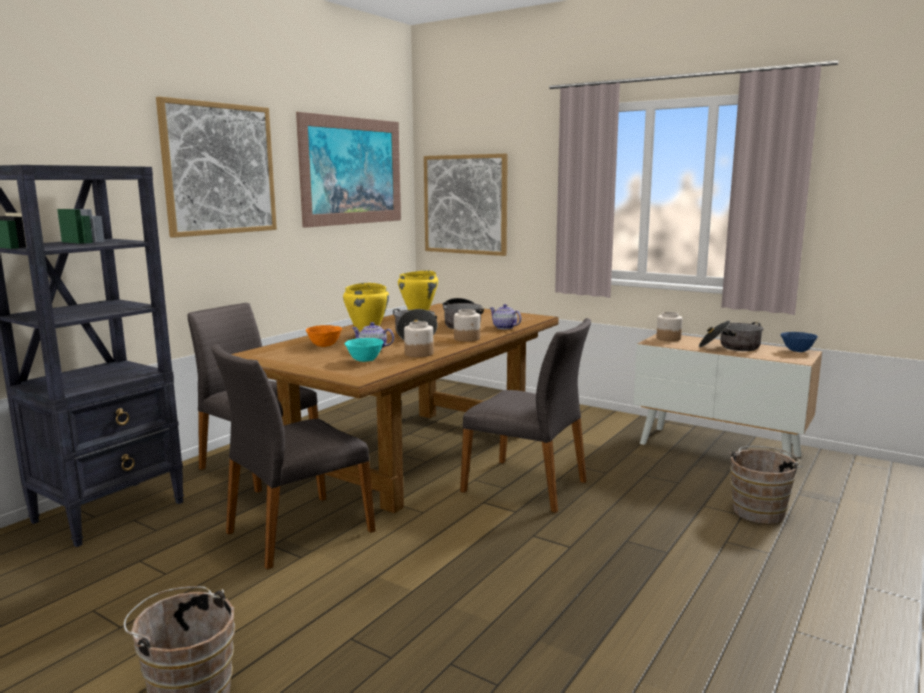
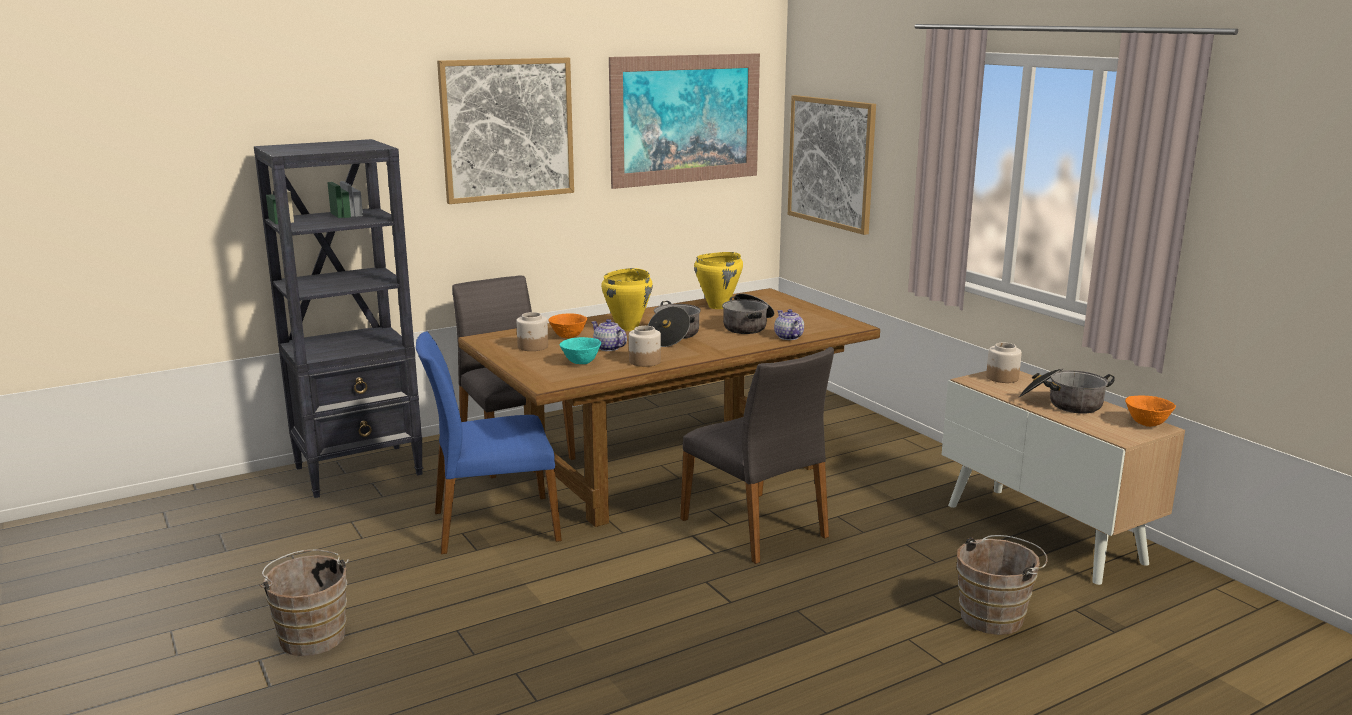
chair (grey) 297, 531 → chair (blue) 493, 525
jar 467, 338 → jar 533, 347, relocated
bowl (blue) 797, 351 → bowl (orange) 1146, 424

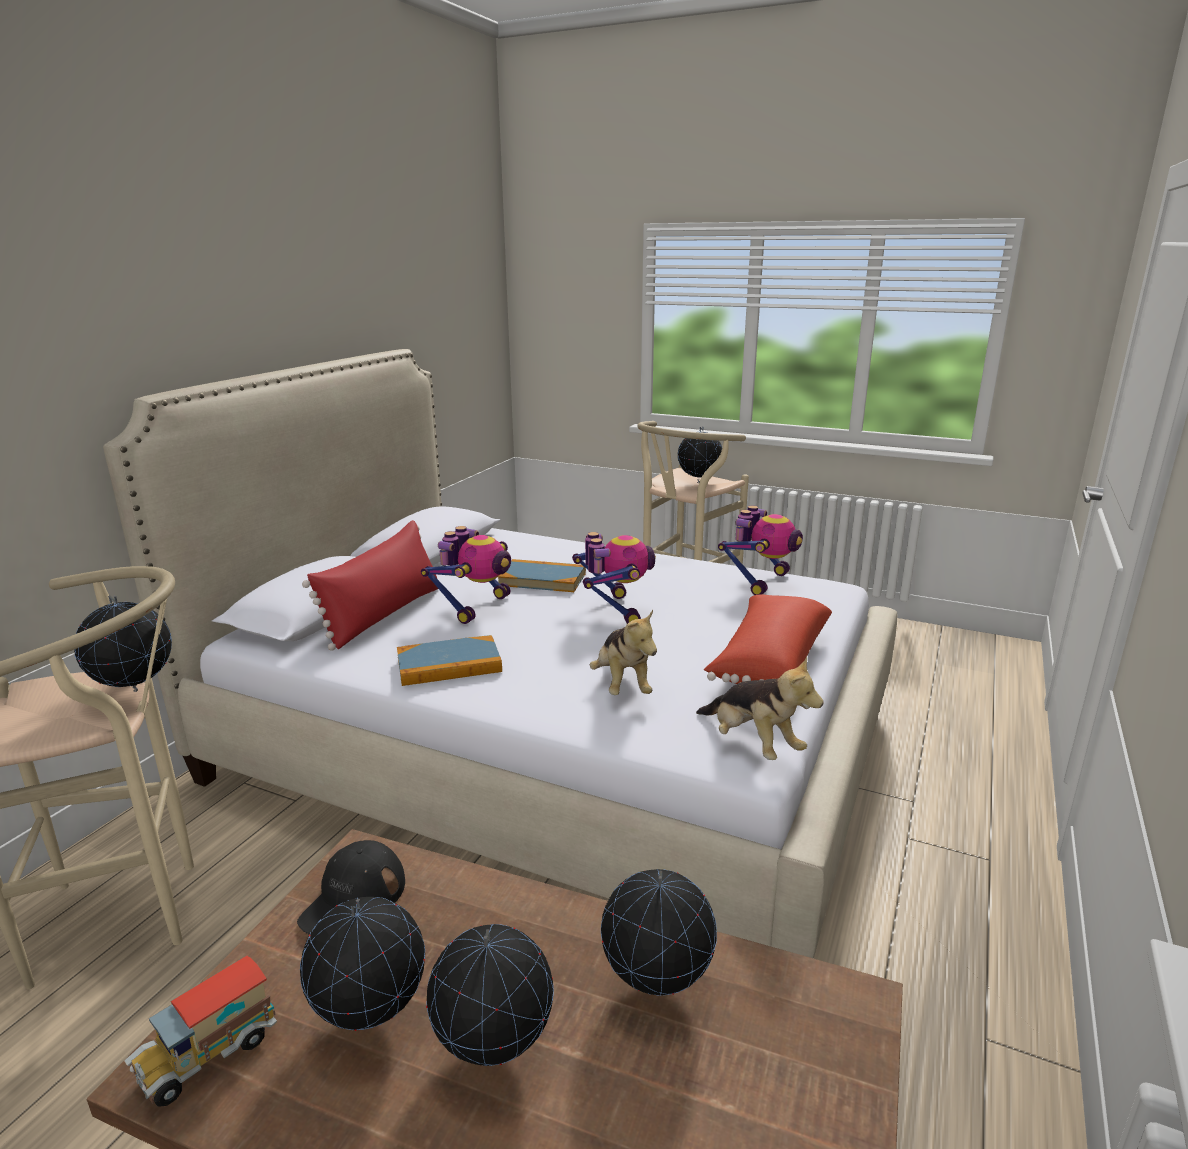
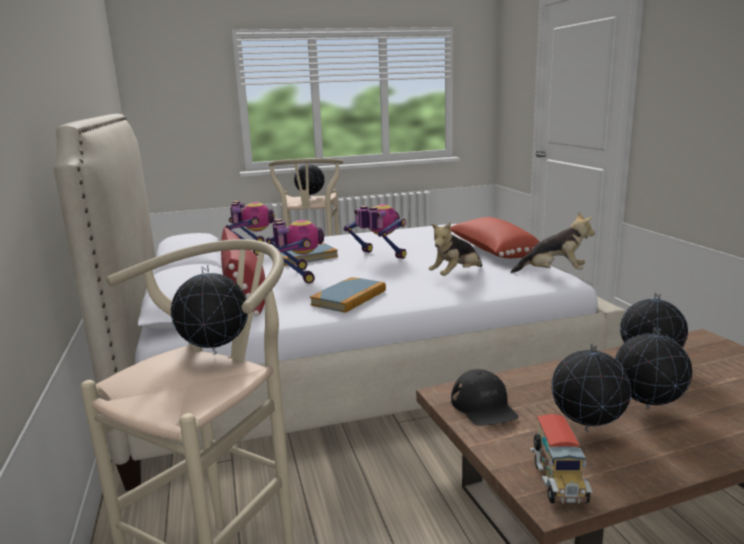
plush toy 622, 685 → plush toy 456, 275, 105 degrees clockwise
toy robot 760, 582 → toy robot 252, 250, relocated

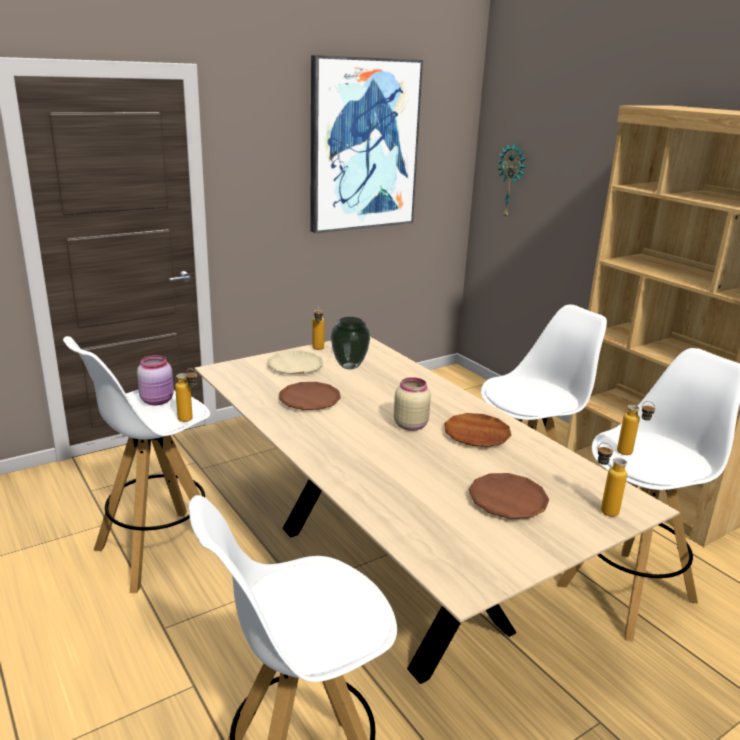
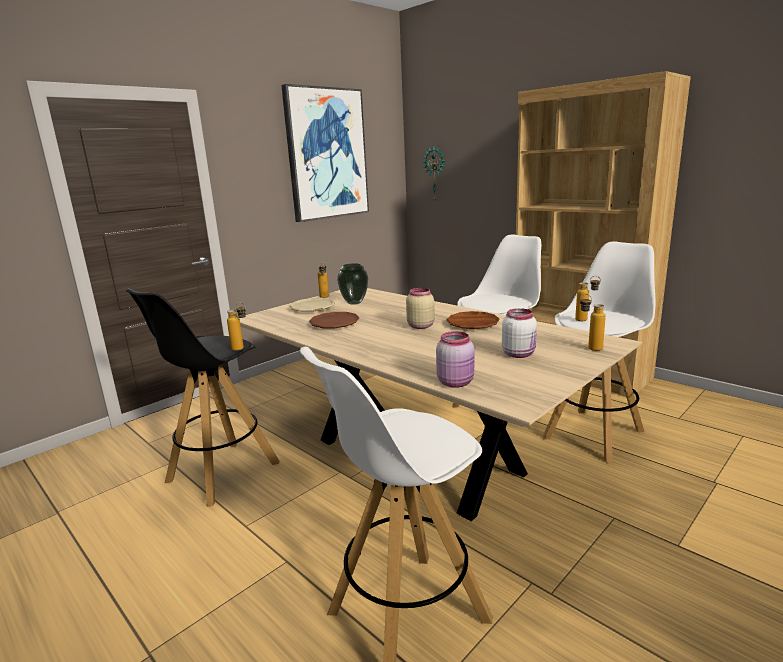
stool (white) 158, 550 → stool (black) 221, 472
jar (pink) 158, 400 → jar (pink) 456, 382, relocated
plate (brown) 507, 501 → jar (white) 519, 354

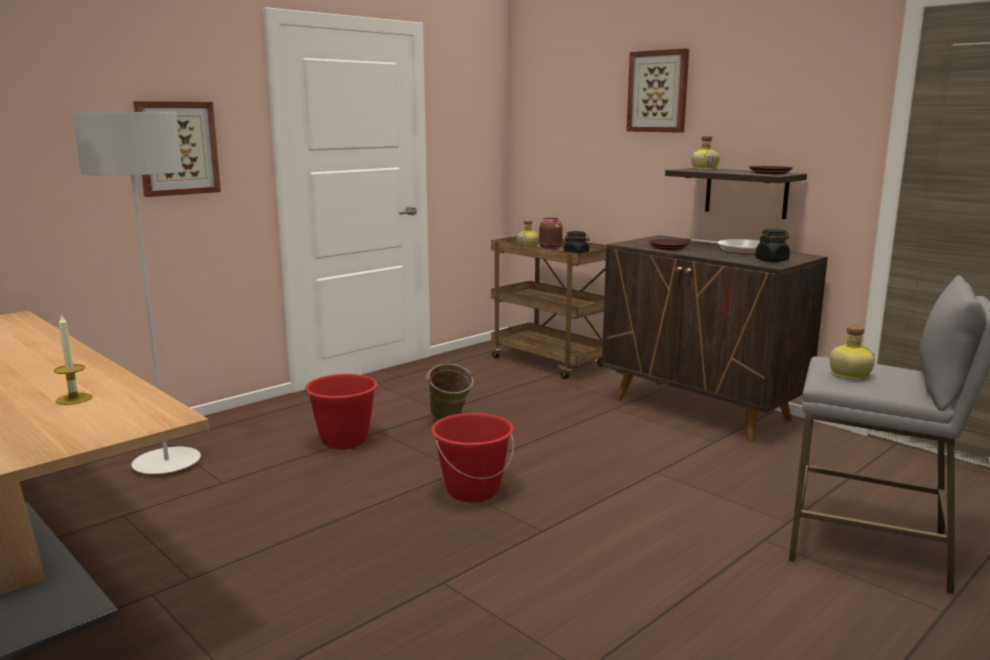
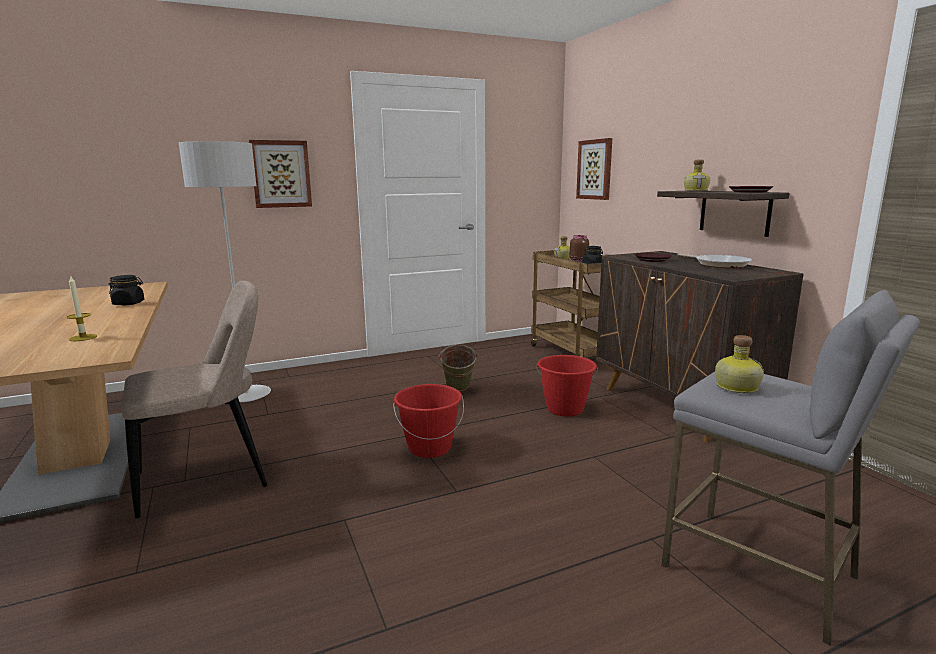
bucket (red) 344, 441 → bucket (red) 565, 409, relocated
picture 658, 91 → picture 595, 169, relocated
jar (black) 771, 260 → jar (black) 129, 303, relocated
- → chair (beige) 209, 478

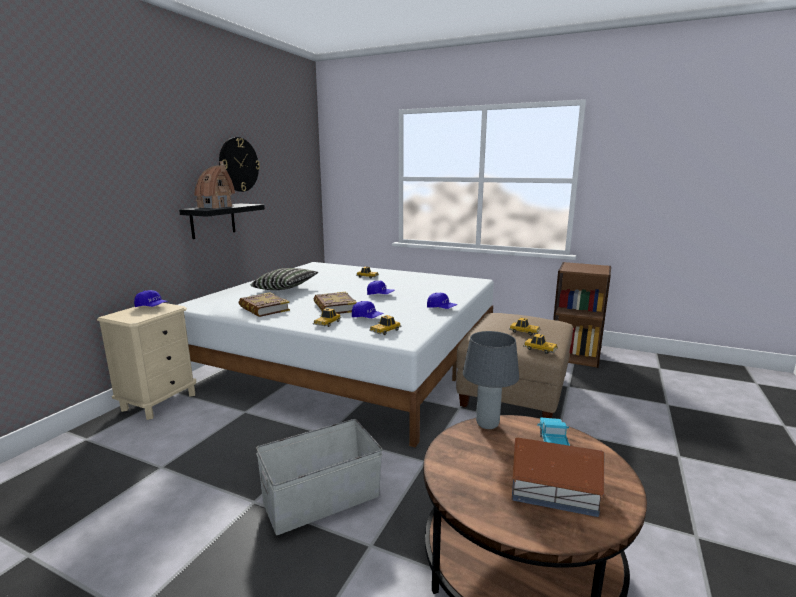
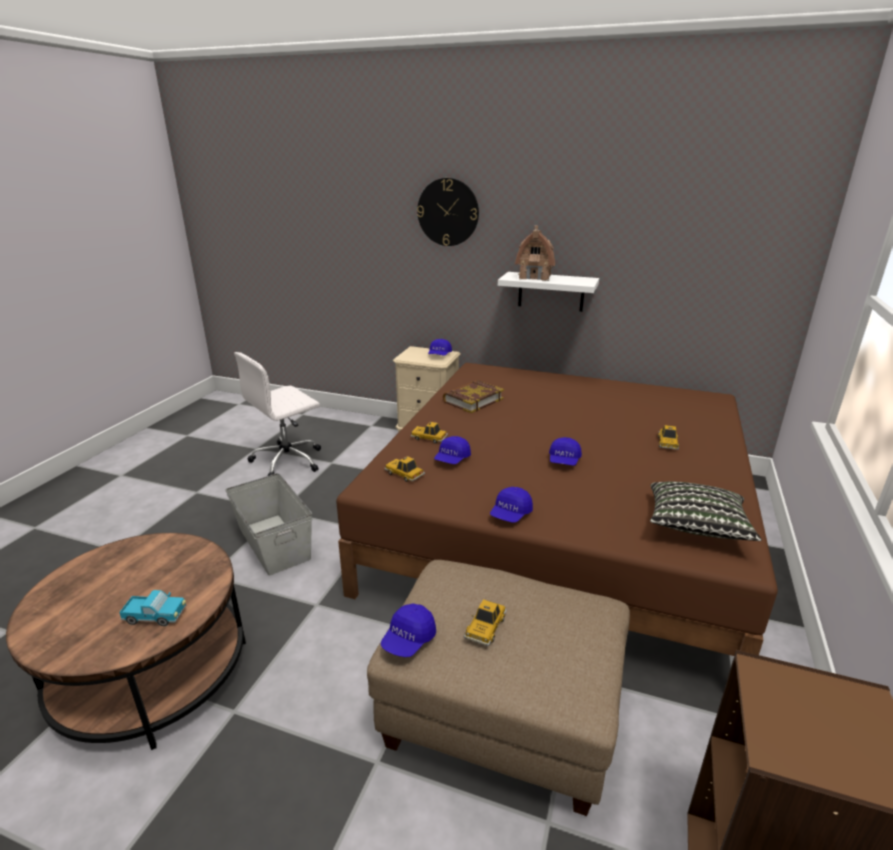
bed (white) 349, 359 → bed (brown) 560, 524
shelf (black) 213, 220 → shelf (white) 551, 291
wall clock 238, 164 → wall clock 448, 212, relocated
pillow 285, 289 → pillow 695, 527, relocated
book 334, 307 → -
table lamp (grey) 488, 424 → -
toy house 552, 490 → -
toy car 540, 349 → cap (blue) 408, 640
- → office chair (white) 288, 460

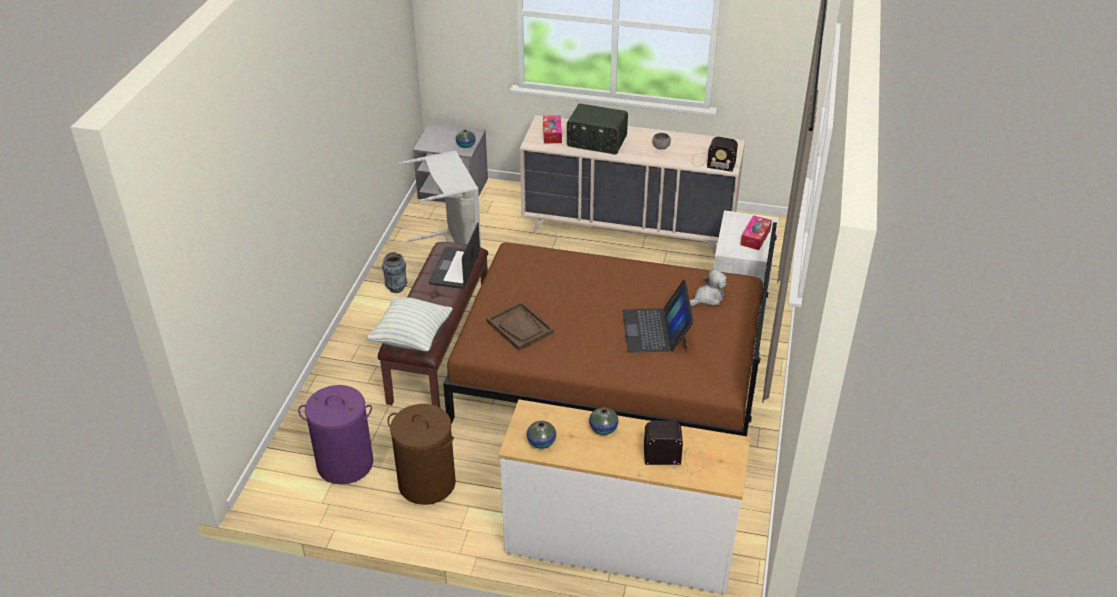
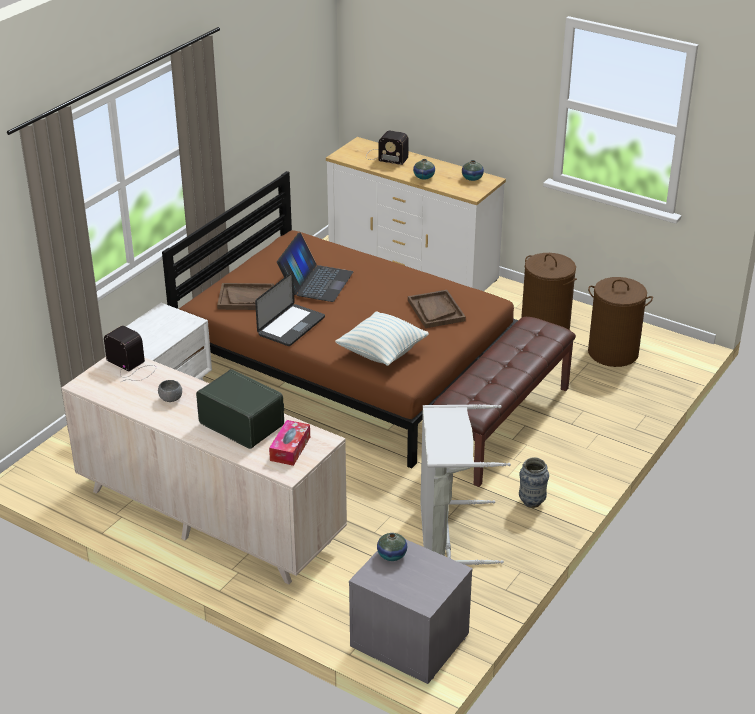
laundry basket (purple) 344, 464 → laundry basket (brown) 613, 353
pillow 412, 337 → pillow 382, 353, relocated
laptop 455, 269 → laptop 291, 326, relocated
plush toy 707, 298 → tray (brown) 246, 298
tissue box 755, 237 → -

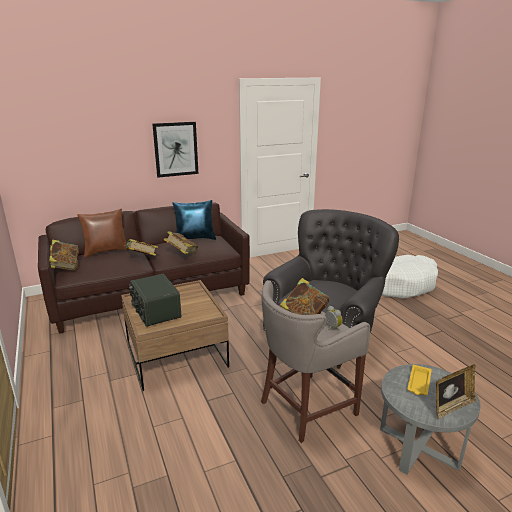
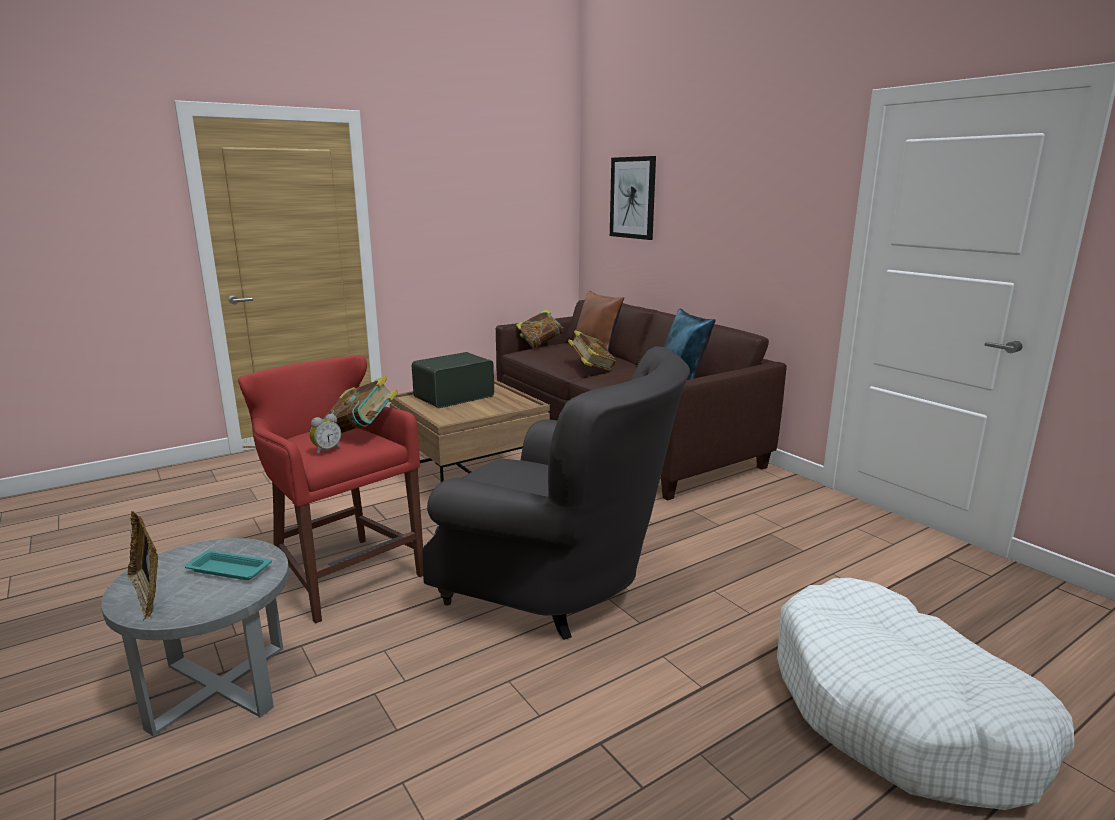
picture 176, 149 → picture 633, 198, relocated
book 182, 254 → -
stool (grey) 305, 408 → stool (red) 343, 573
tray (yellow) 419, 383 → tray (turquoise) 227, 570

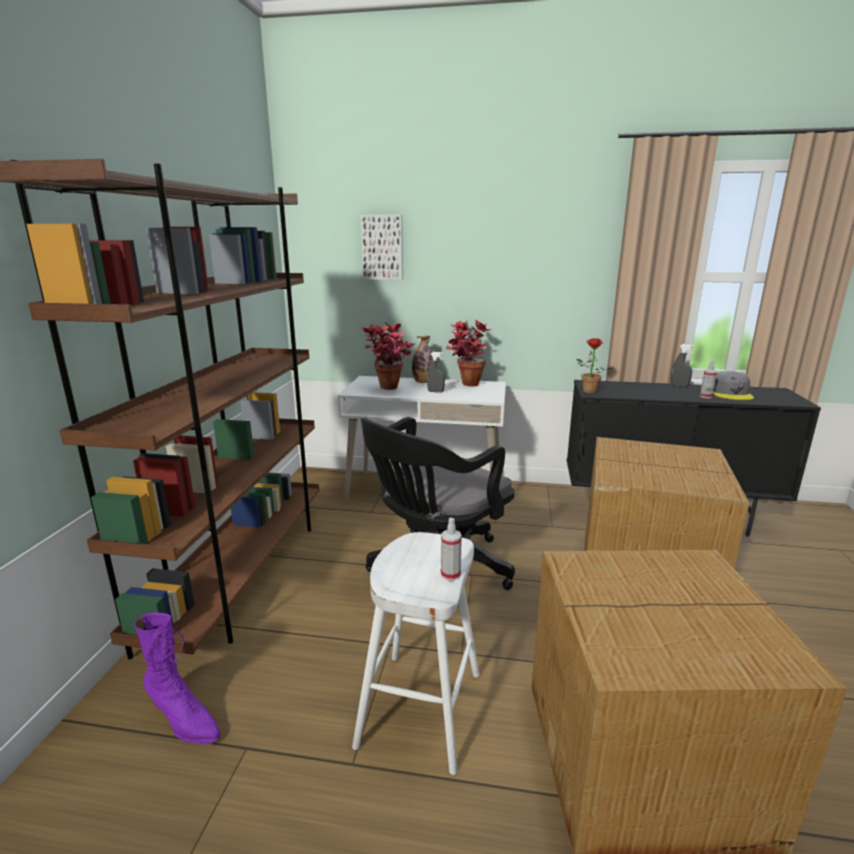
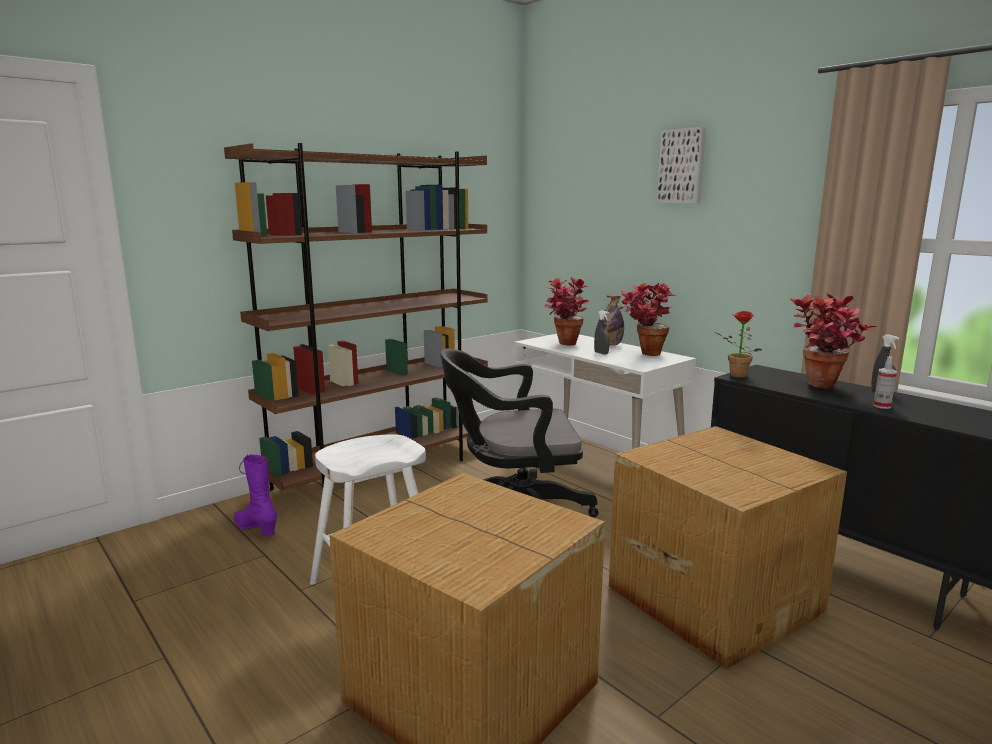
boot (purple) 183, 720 → boot (purple) 256, 529, 150 degrees clockwise
picture 383, 247 → picture 682, 166, relocated
spray bottle 450, 574 → -
cap (grey) 730, 393 → -
- → potted plant 822, 388

